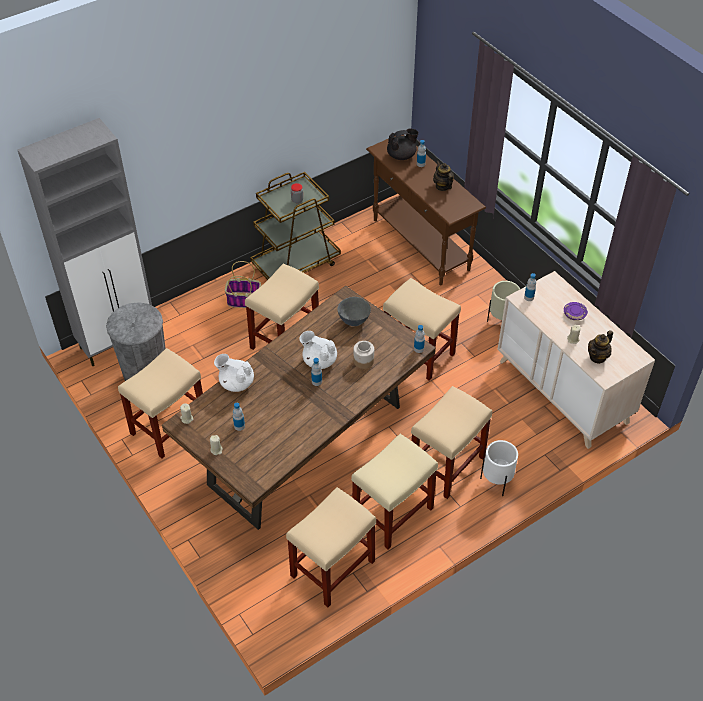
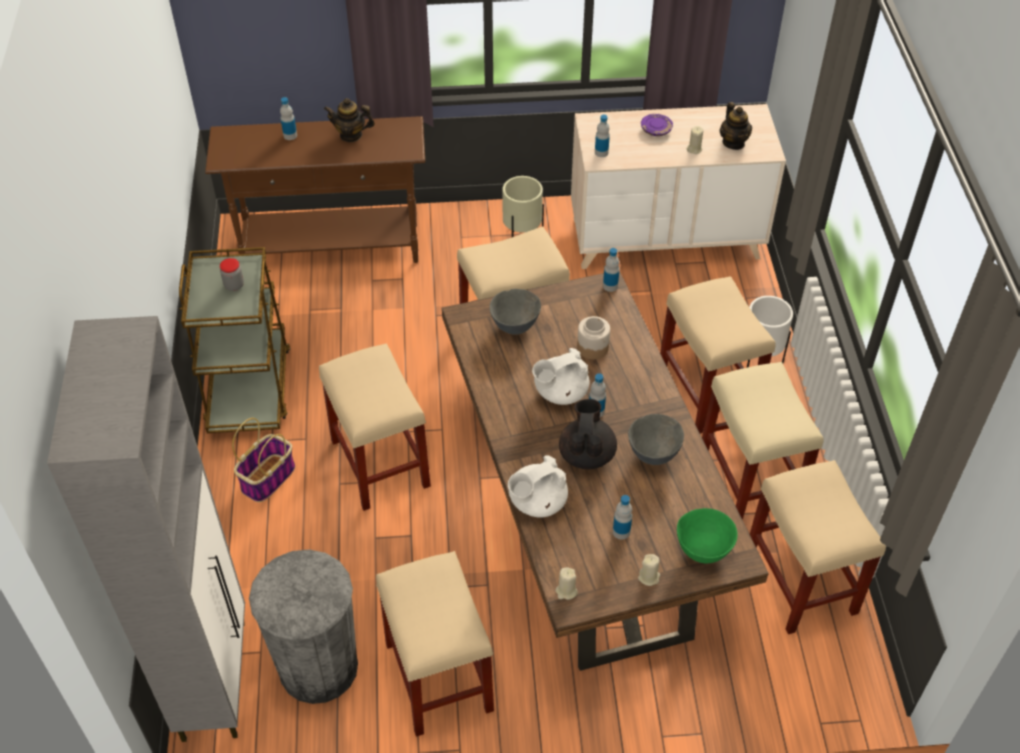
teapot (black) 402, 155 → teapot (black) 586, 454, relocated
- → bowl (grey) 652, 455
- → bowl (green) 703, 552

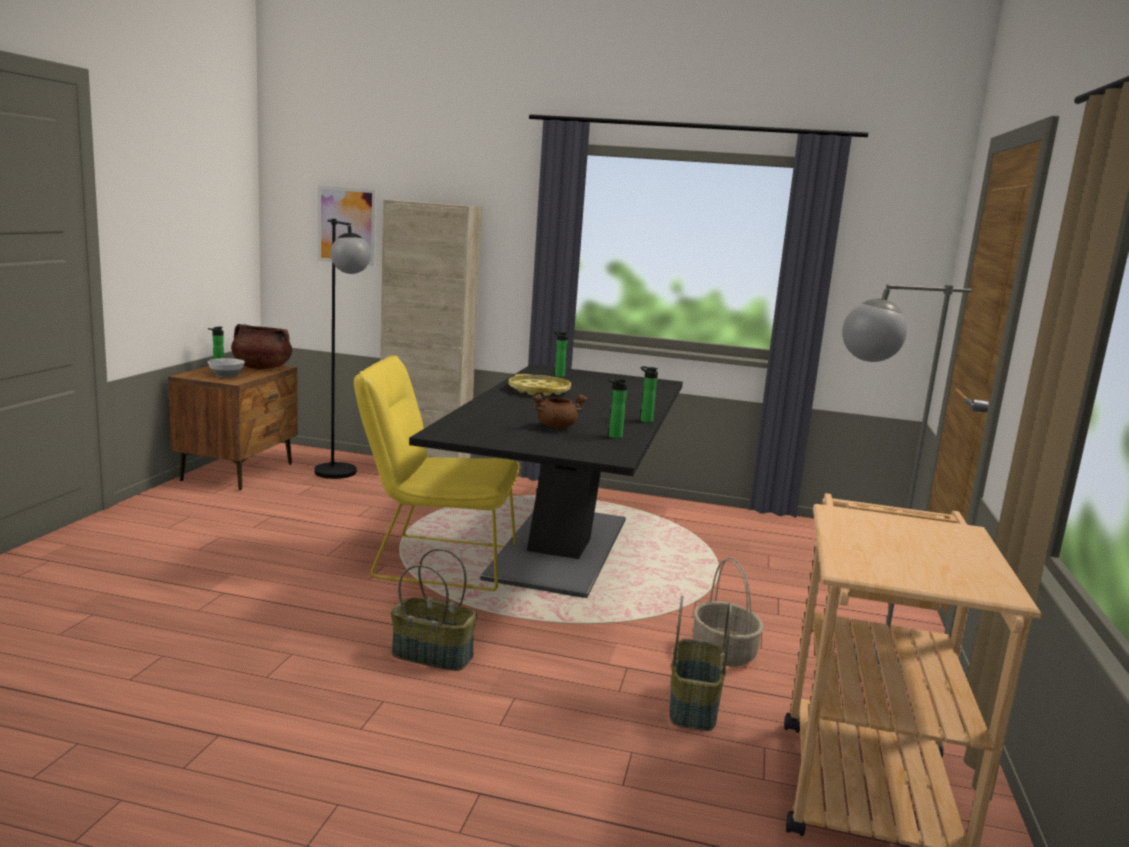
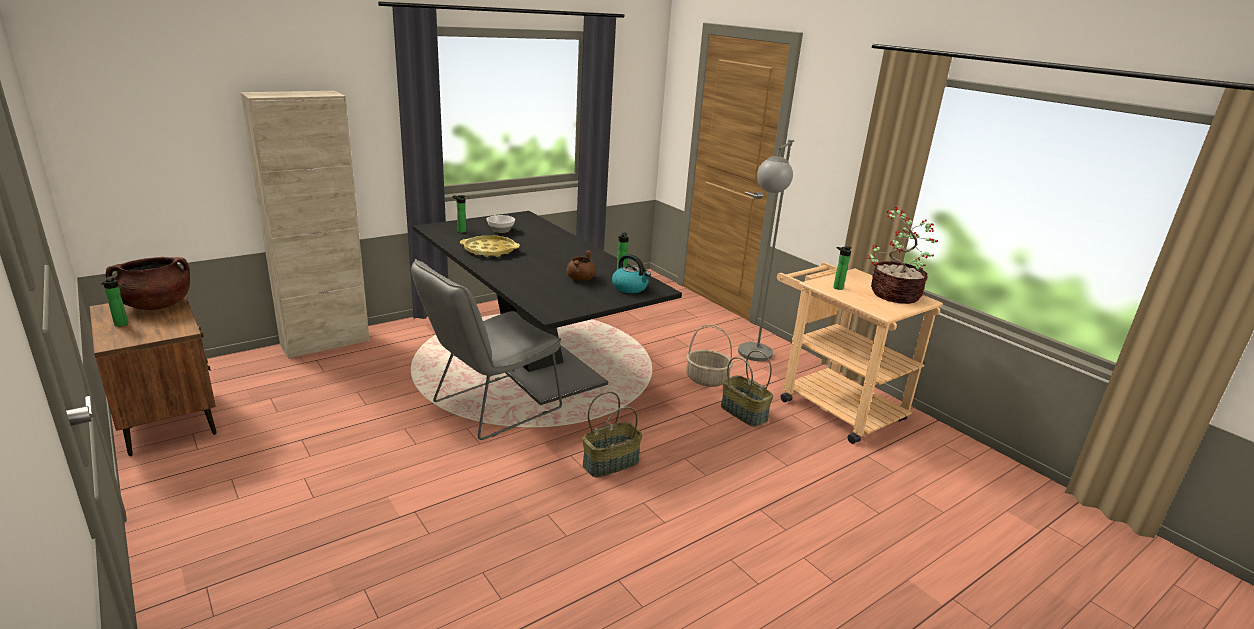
bowl 226, 375 → bowl 500, 230, relocated
floor lamp (black) 341, 476 → -
picture 347, 225 → -
chair (yellow) 435, 561 → chair (grey) 489, 408
bottle 644, 420 → bottle 836, 288, relocated
- → kettle 630, 288
- → potted plant 893, 295

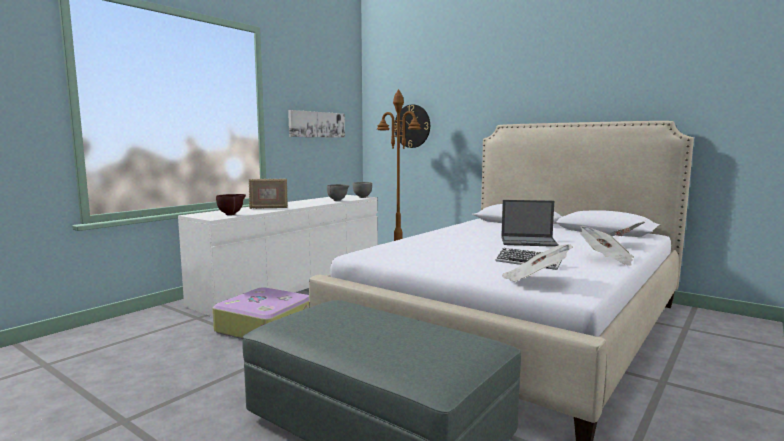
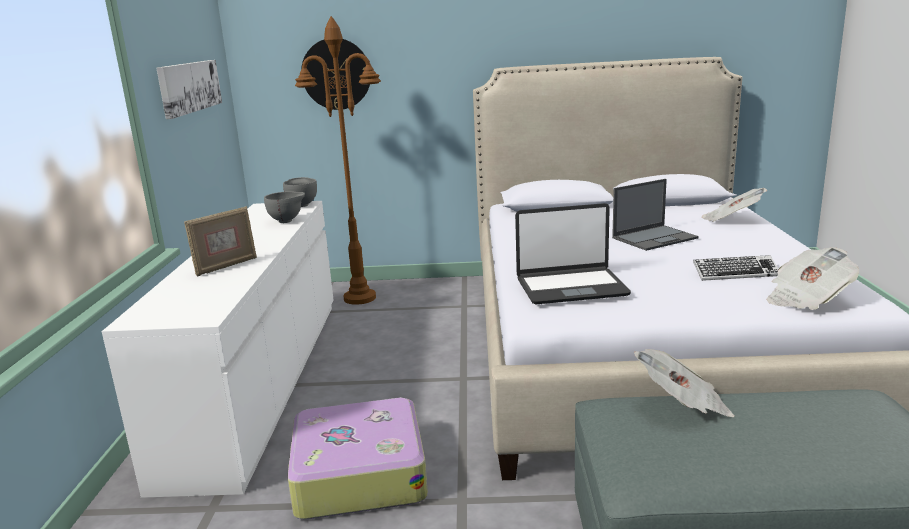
bowl (brown) 232, 214 → -
newspaper 606, 260 → newspaper 683, 405, relocated
- → laptop 571, 287

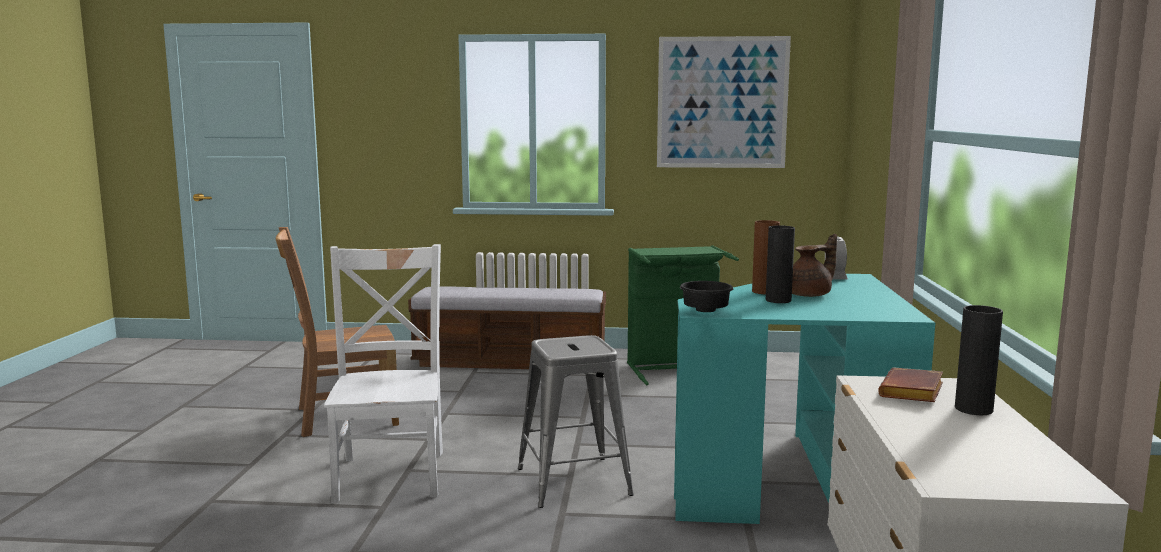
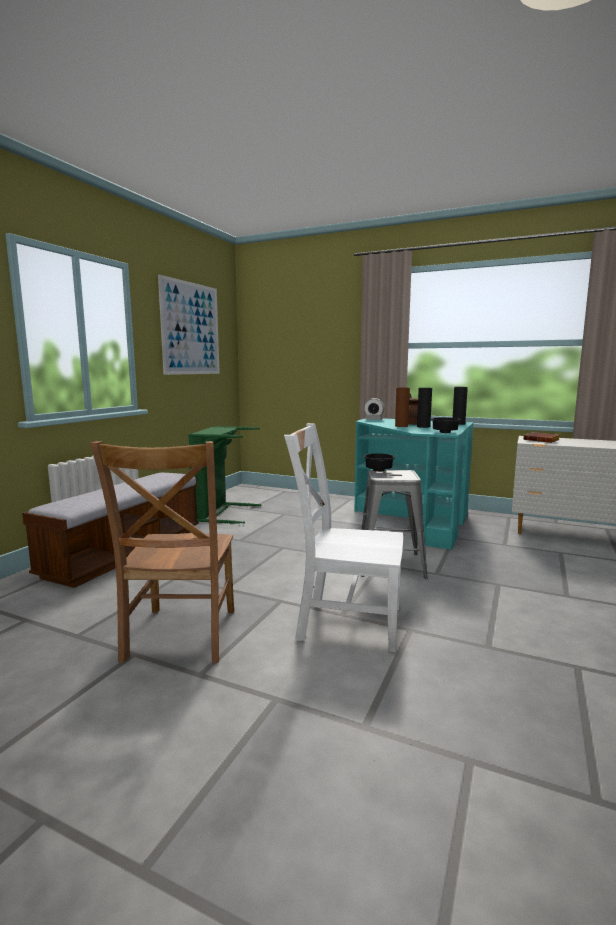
vase (black) 973, 409 → vase (black) 458, 424, relocated
- → bowl (black) 378, 471

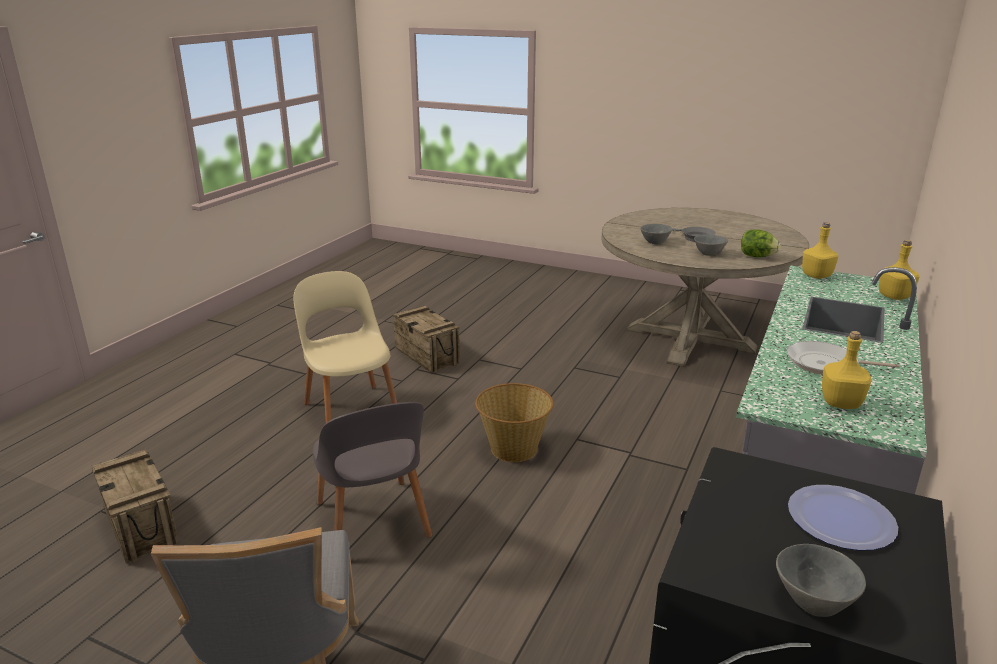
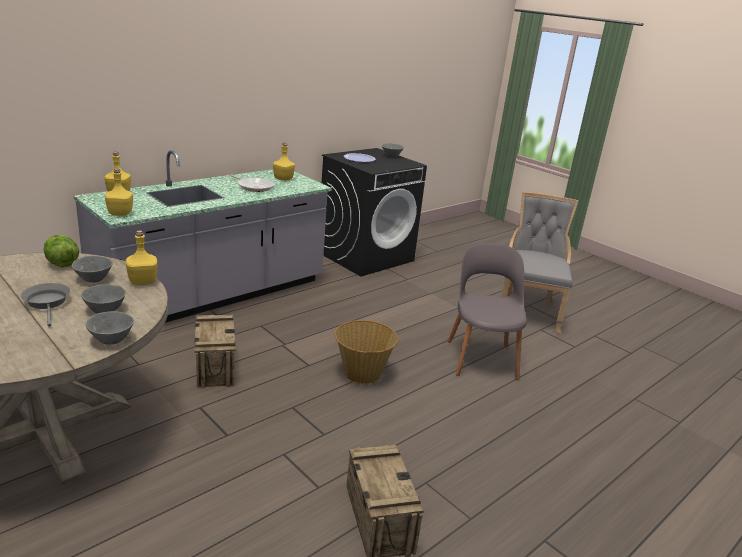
crate 141, 526 → crate 214, 366, relocated
chair (beige) 351, 409 → -
- → bowl (grey) 110, 340
- → bottle (yellow) 143, 282

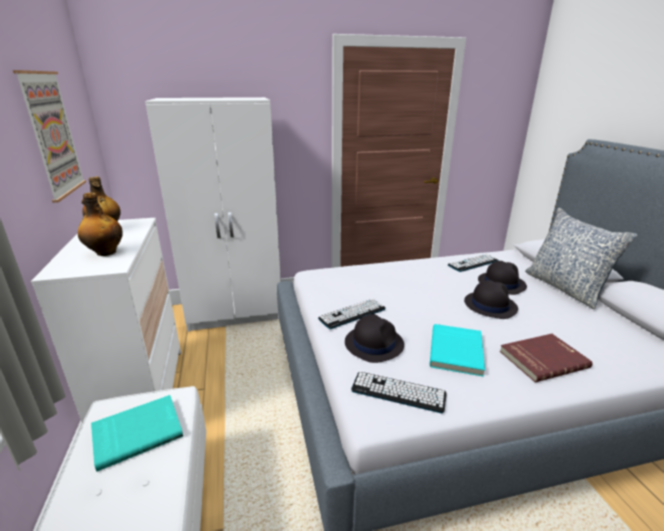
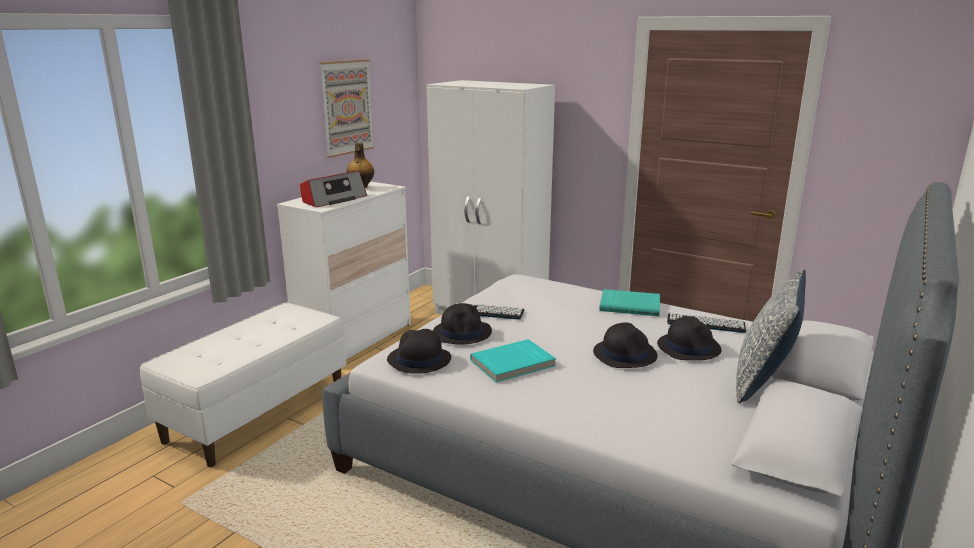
bottle 105, 252 → radio 333, 199
book (turquoise) 137, 432 → book (turquoise) 630, 305, relocated
keyboard 398, 392 → hat (black) 419, 360
book (red) 542, 358 → -

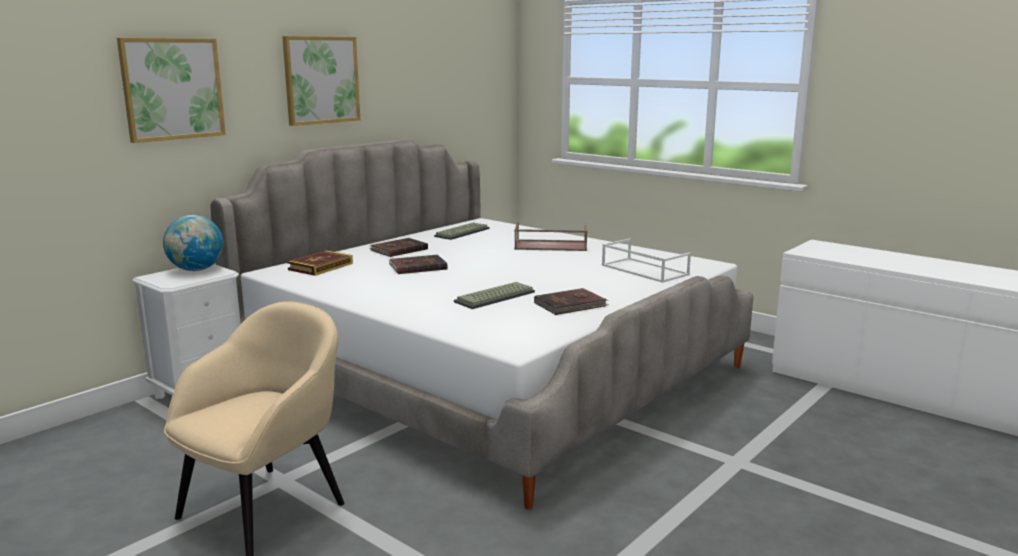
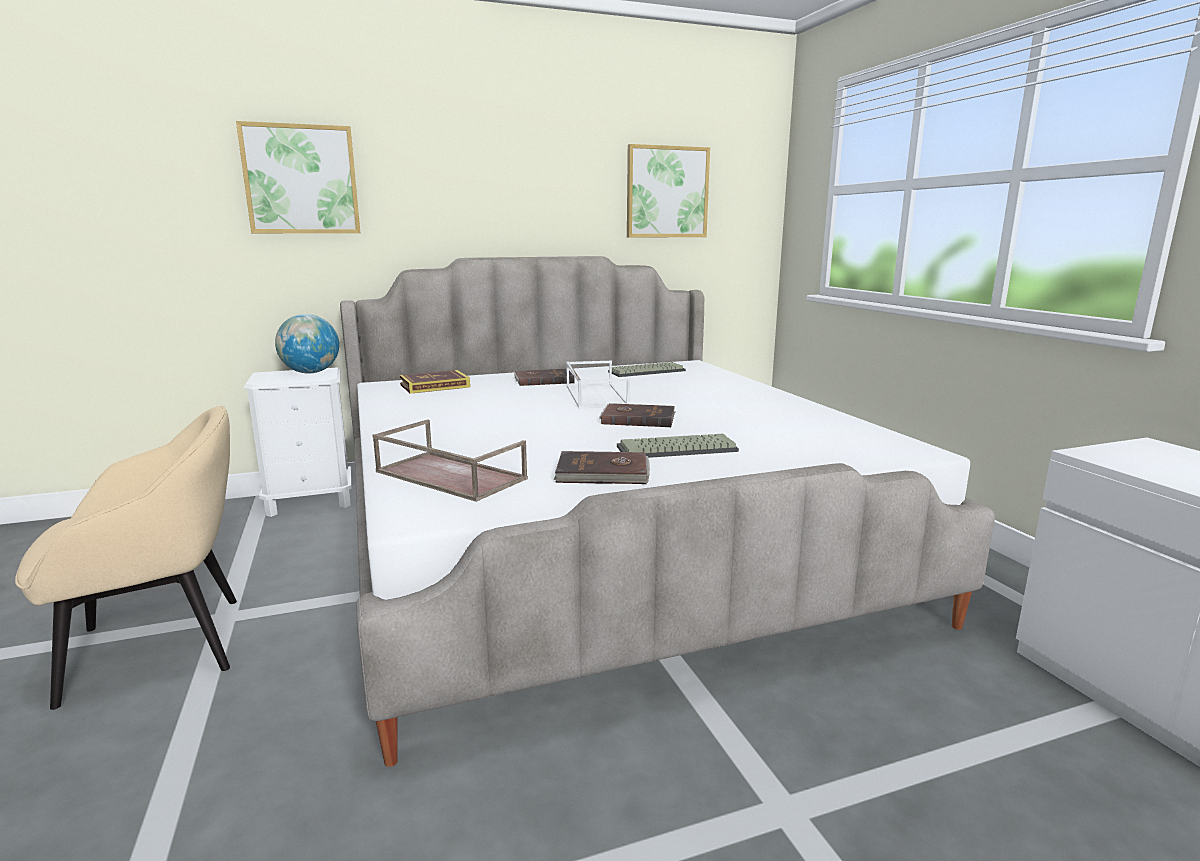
picture 321, 80 → picture 667, 192, relocated
book (brown) 417, 267 → book (brown) 638, 418, relocated
keyboard 495, 297 → keyboard 676, 449, relocated
tray (brown) 550, 246 → tray (brown) 448, 475, relocated
tray (white) 643, 270 → tray (white) 594, 395, relocated

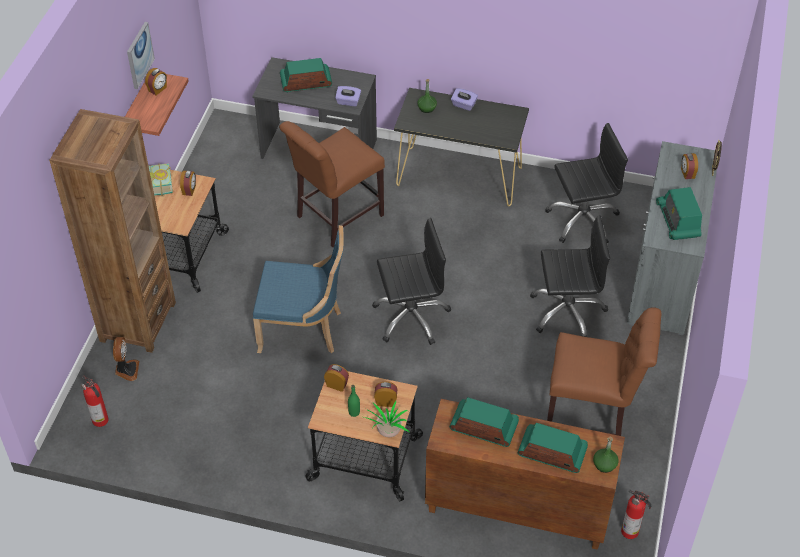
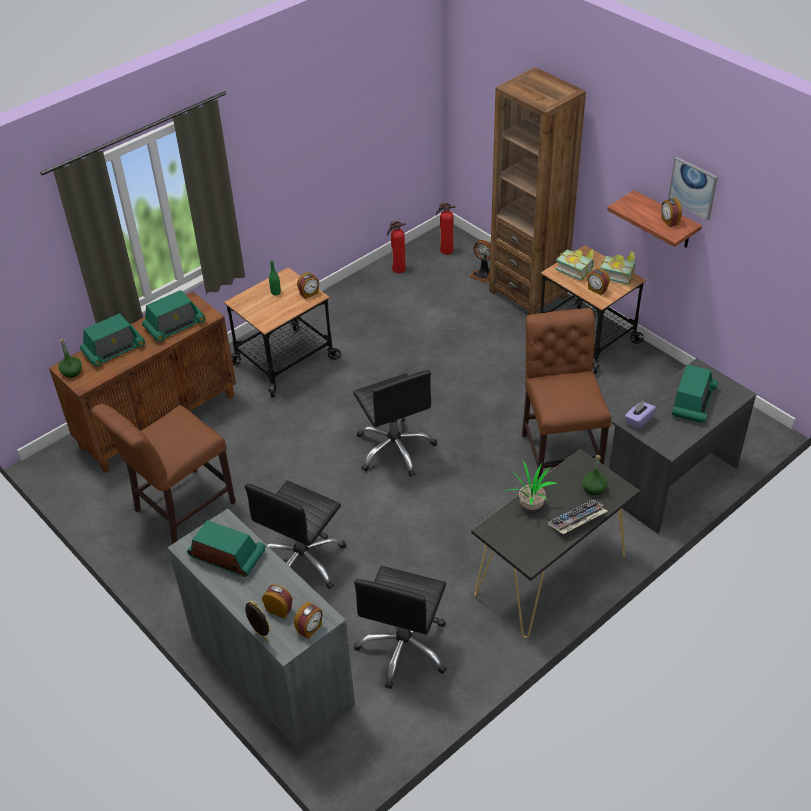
chair (blue) 303, 329 → -
potted plant 388, 433 → potted plant 530, 504, relocated
office chair (black) 411, 317 → office chair (black) 395, 448, 45 degrees counterclockwise
alarm clock 386, 401 → alarm clock 310, 628, relocated
tissue box (purple) 463, 105 → keyboard 577, 521
fire extinguisher 631, 532 → fire extinguisher 397, 269, relocated
- → book 576, 269

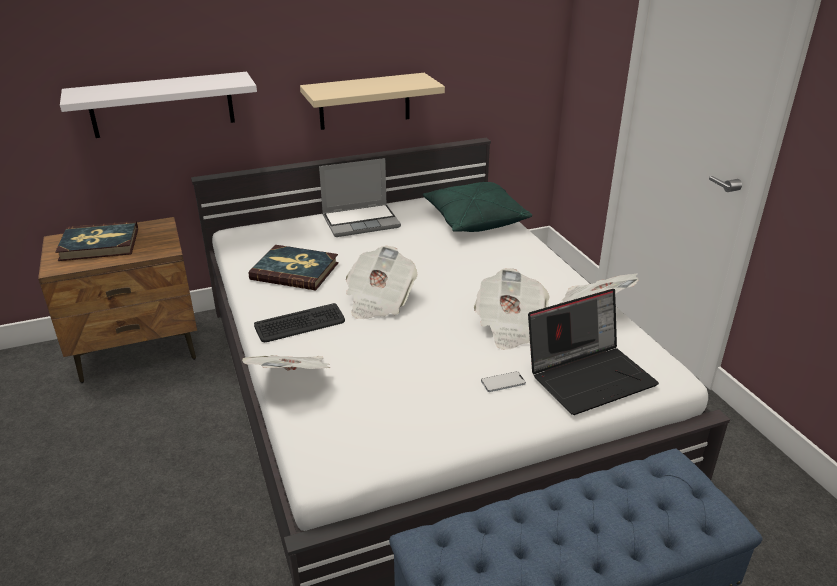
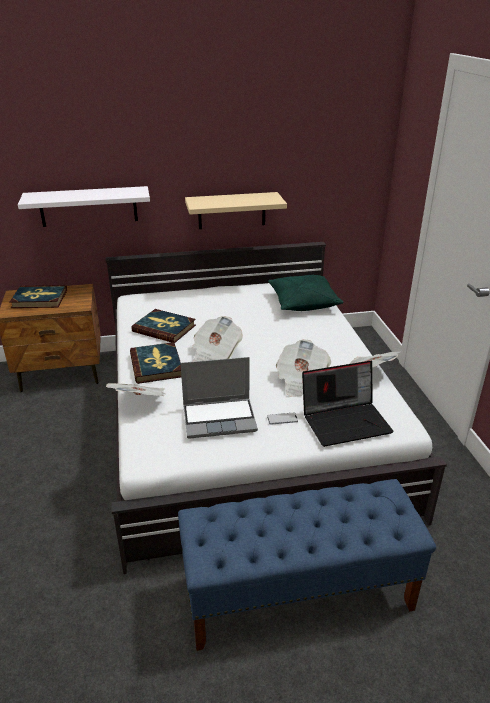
keyboard 300, 324 → book 157, 365
laptop 361, 221 → laptop 220, 418, relocated

